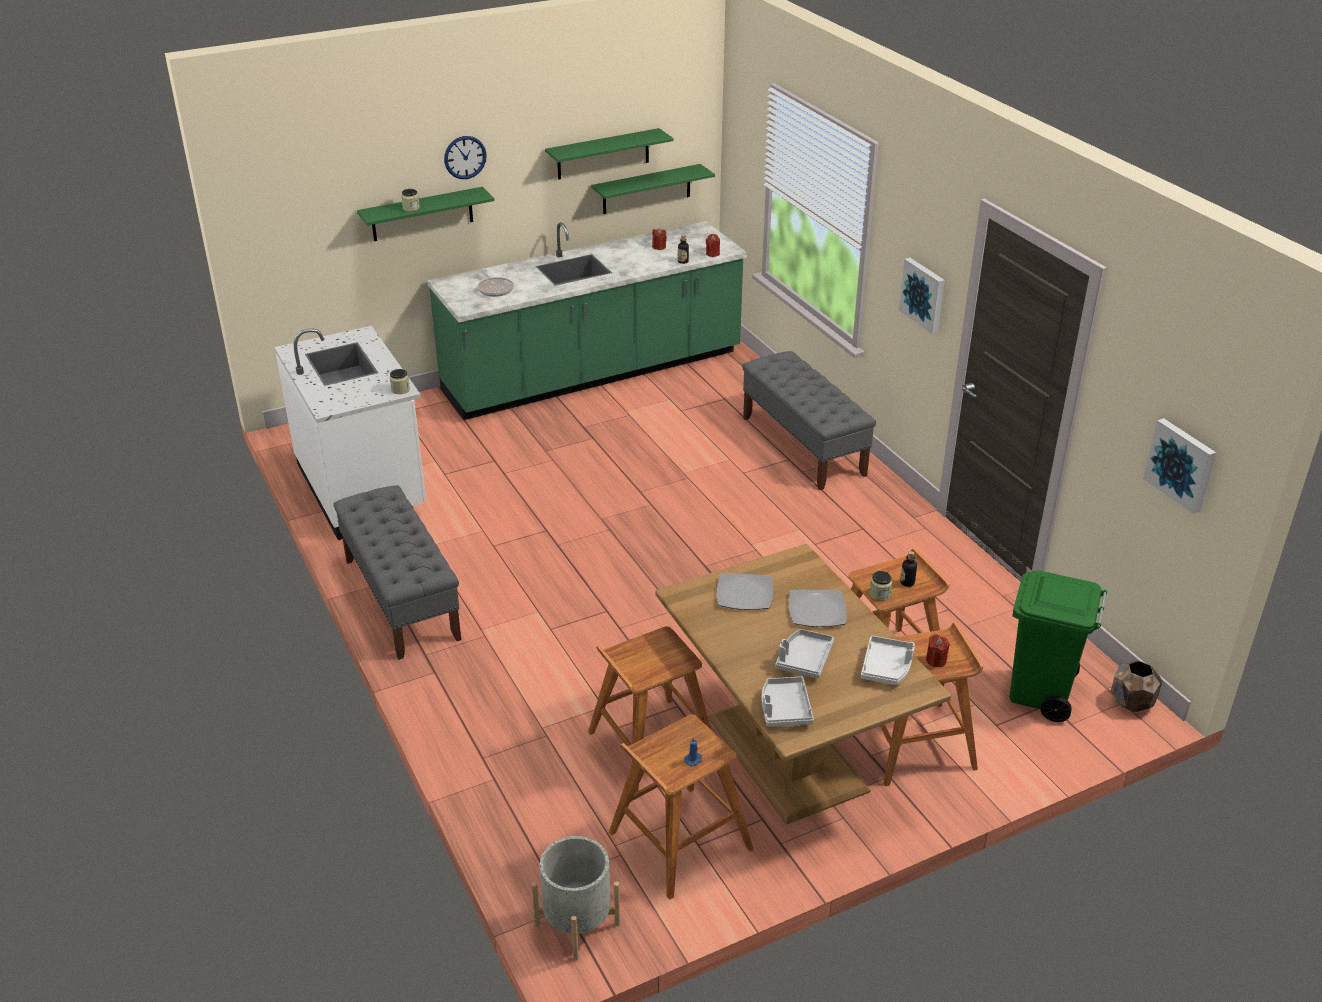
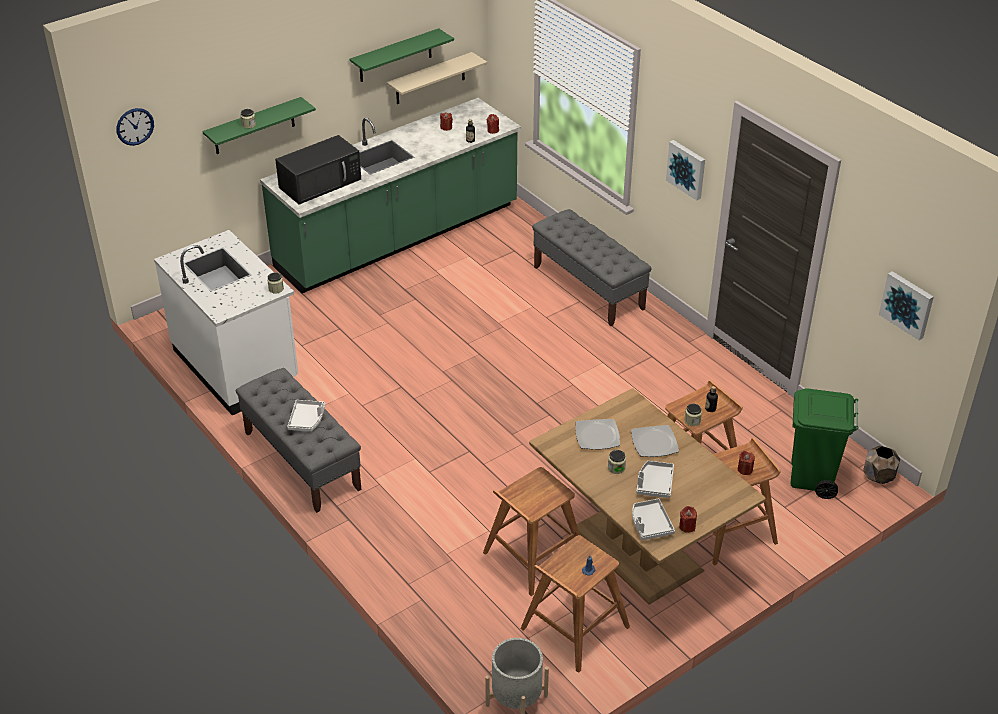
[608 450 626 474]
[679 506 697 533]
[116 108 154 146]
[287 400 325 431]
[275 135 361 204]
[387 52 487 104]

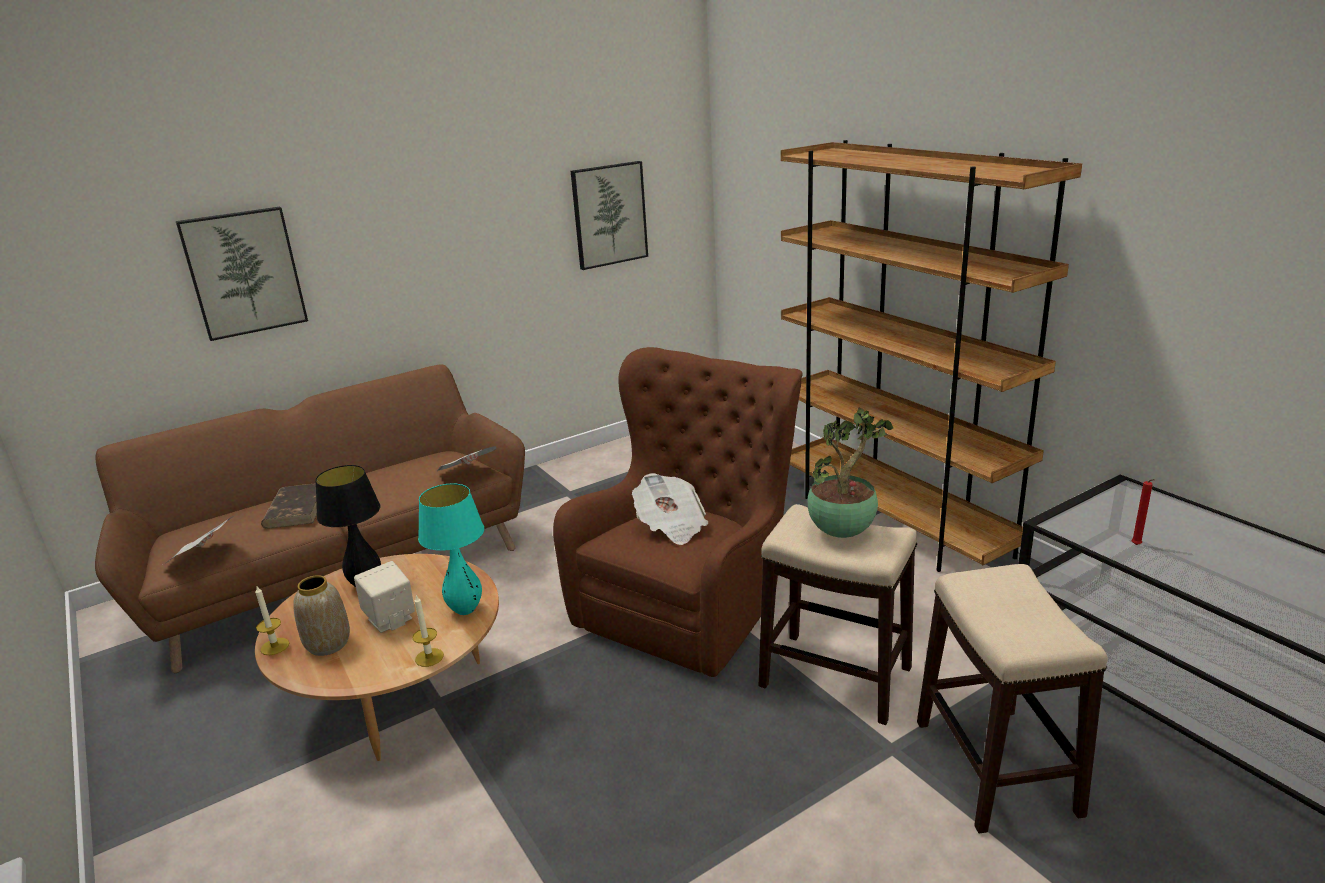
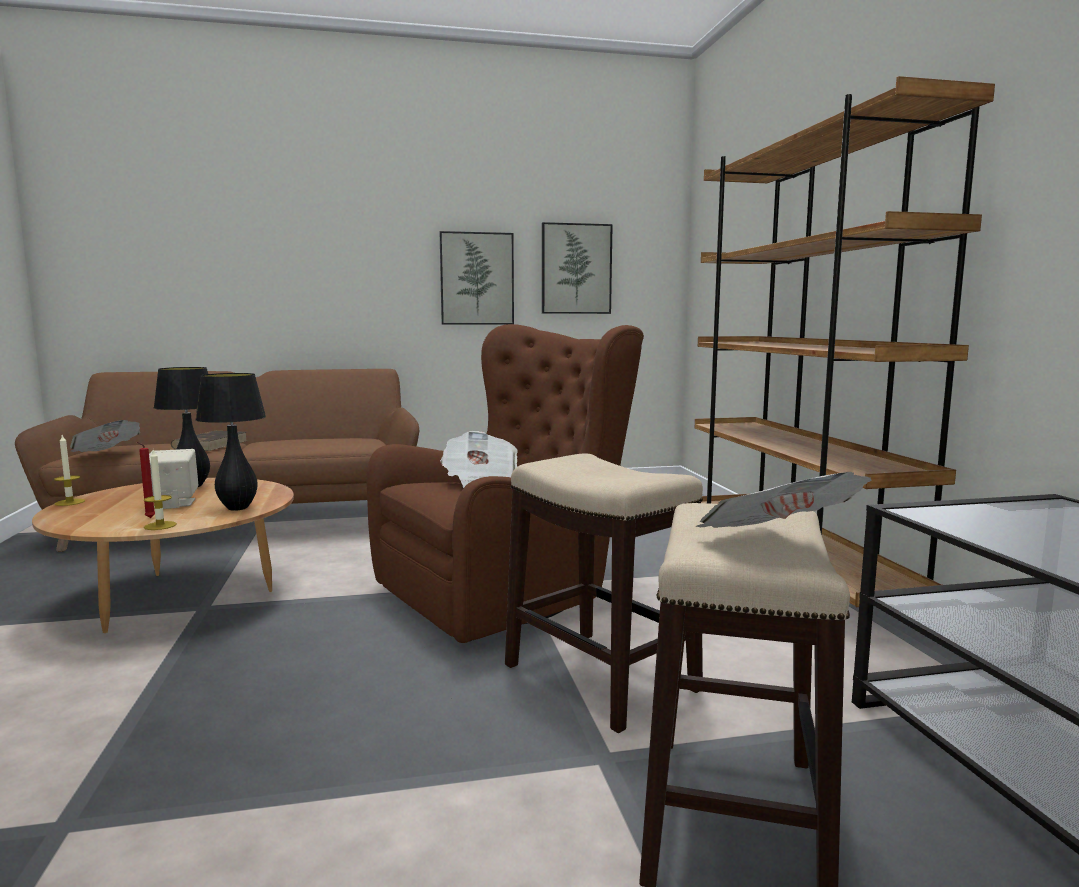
[293 575 350 656] (first image)
[807 407 893 538] (first image)
[440 231 514 325]
[696 472 871 528]
[136 442 155 518]
[195 373 266 511]

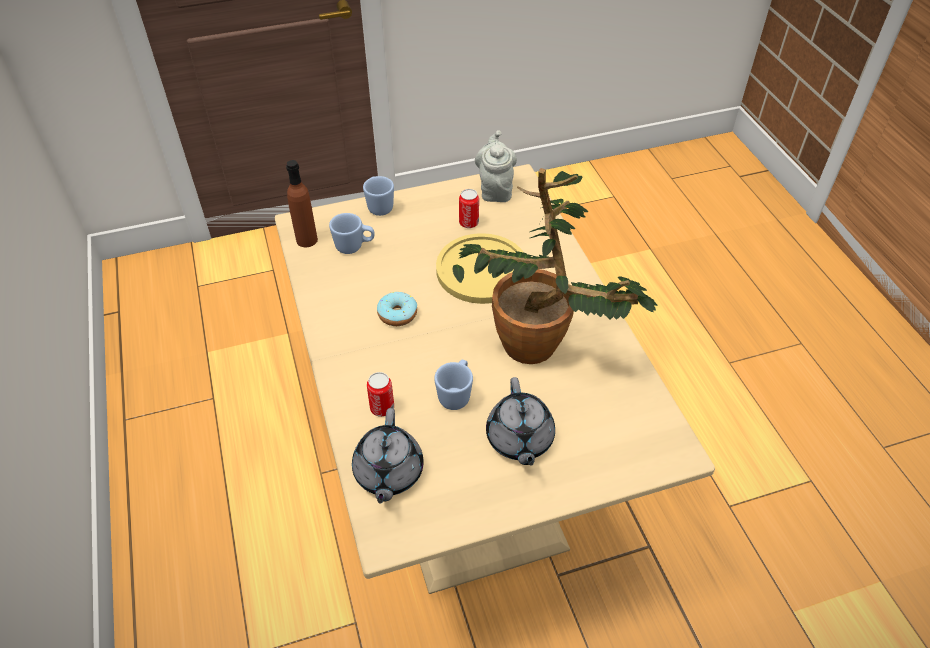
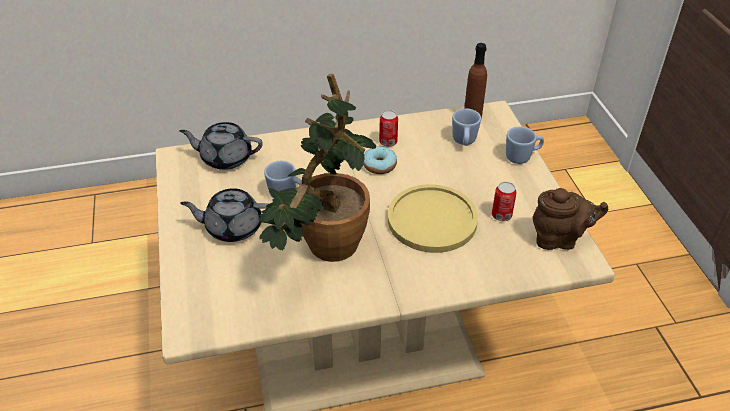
[379 110 398 147]
[533 188 608 250]

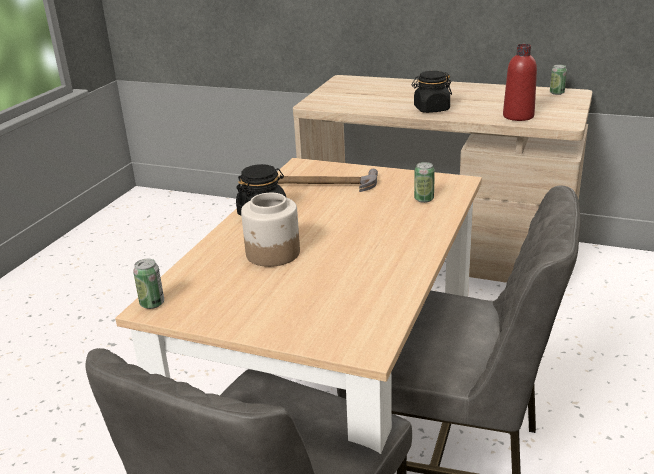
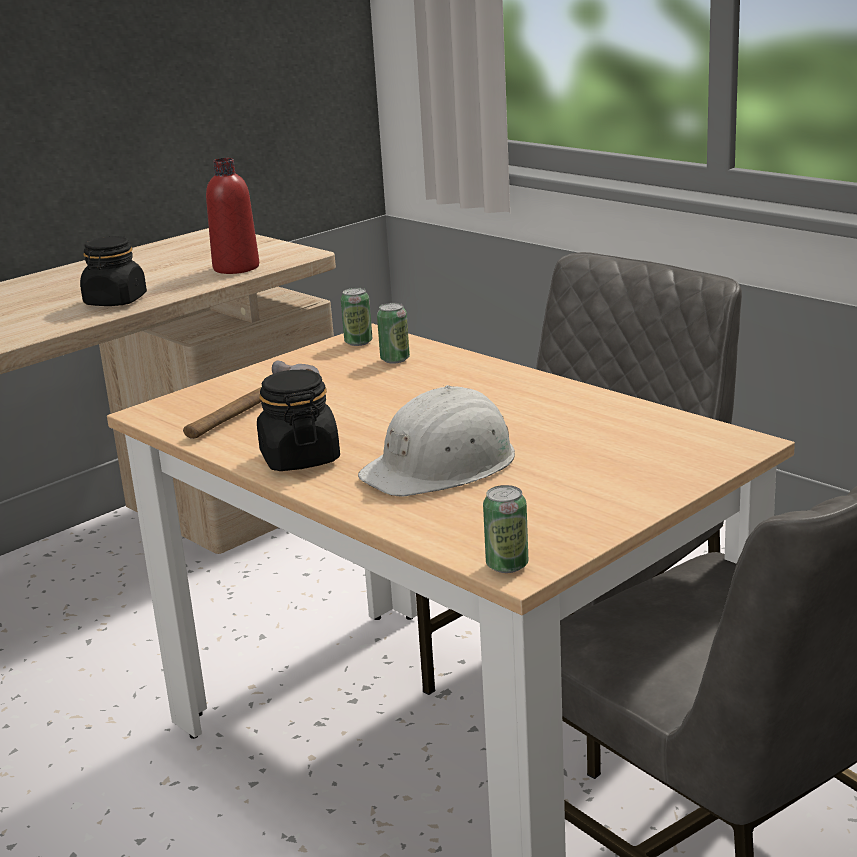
[341 288 372 346]
[358 385 515 496]

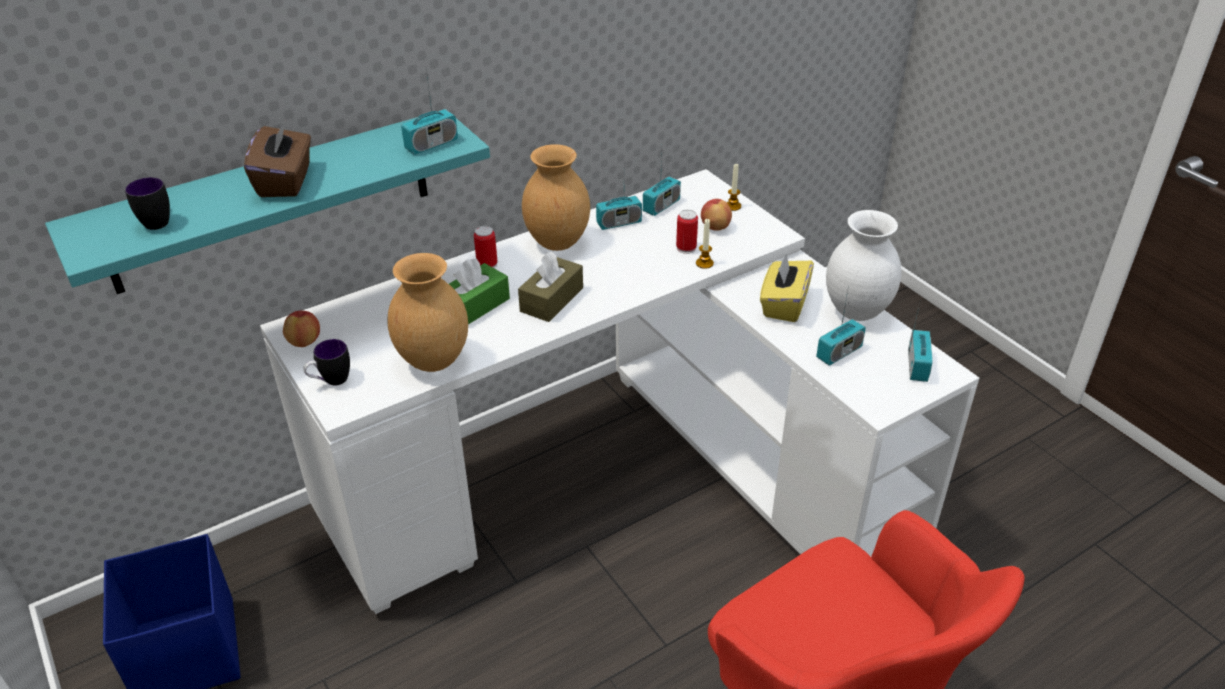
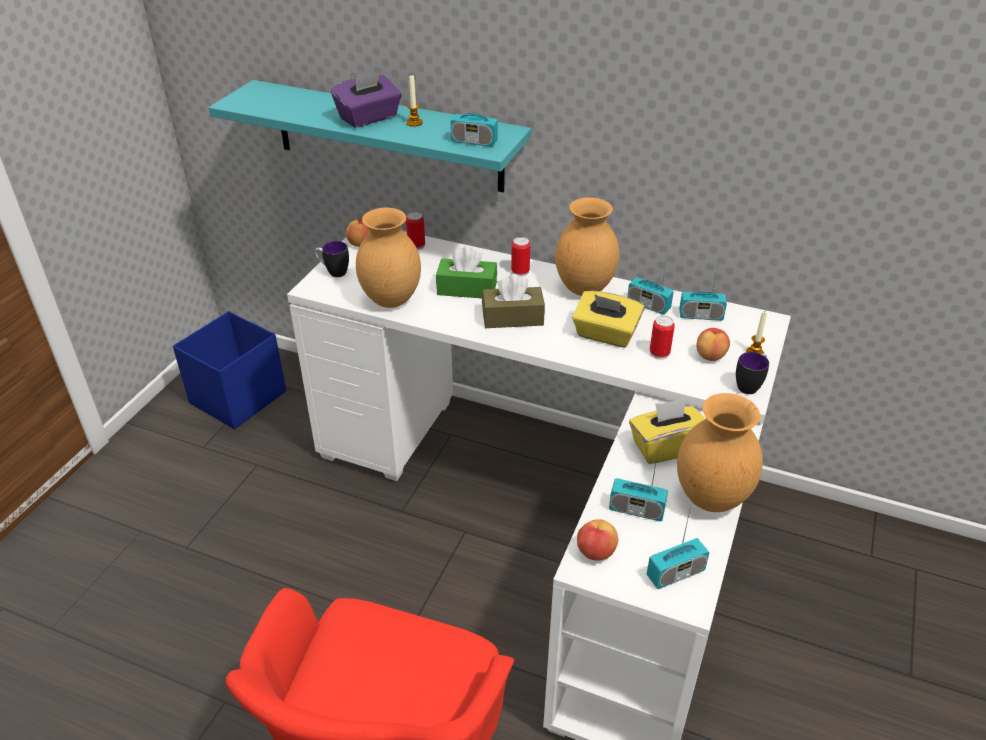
[406 212 425 250]
[572 291 644 348]
[577 519 618 561]
[736 352 769 394]
[406 74 423 127]
[331 72 402 128]
[677 393 763 512]

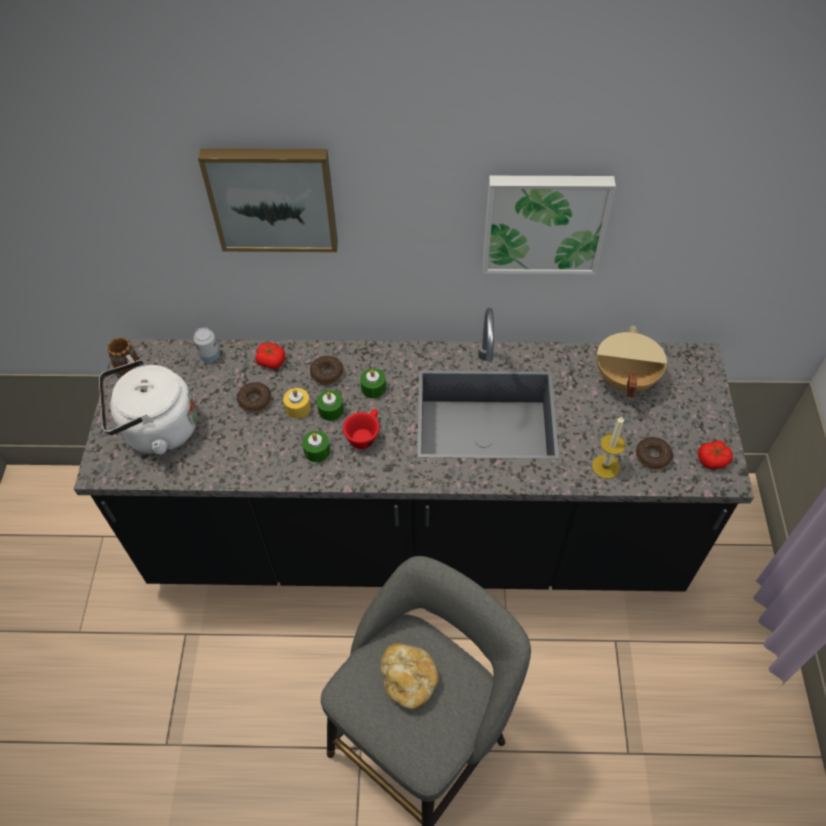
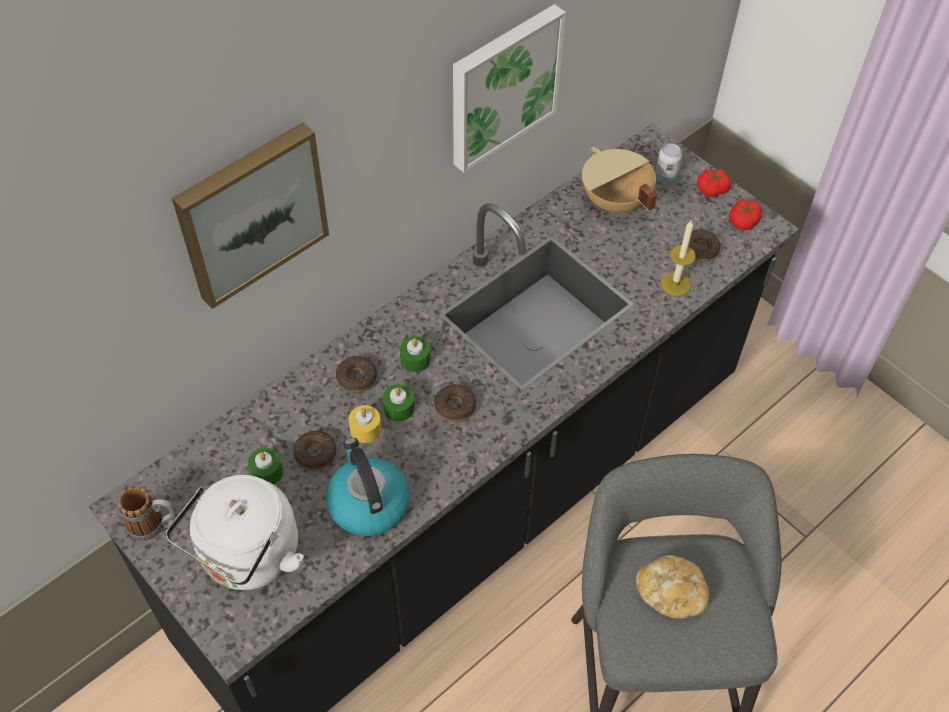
[326 438 410 536]
[655 143 682 184]
[697 169 731 197]
[248 448 283 484]
[434 384 476 422]

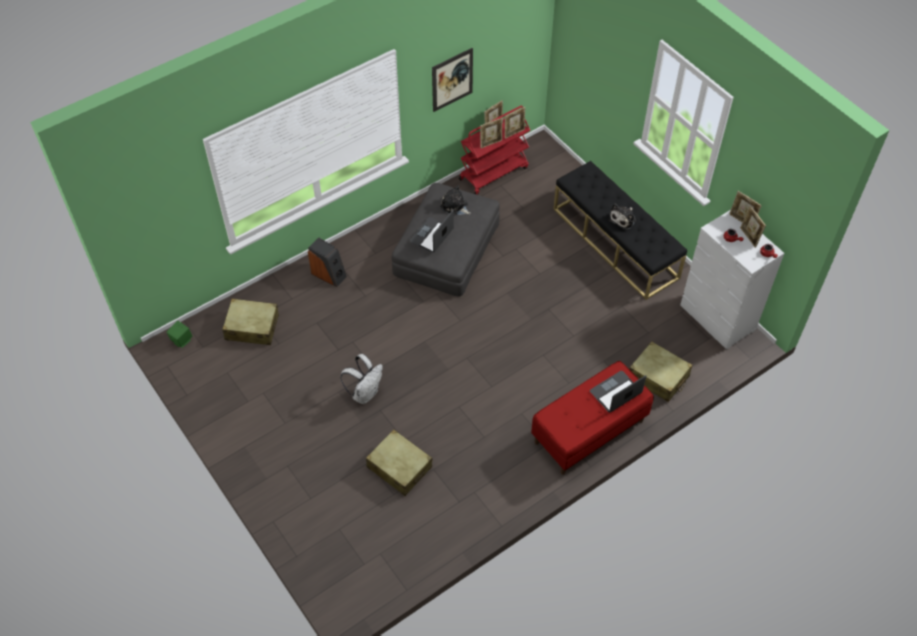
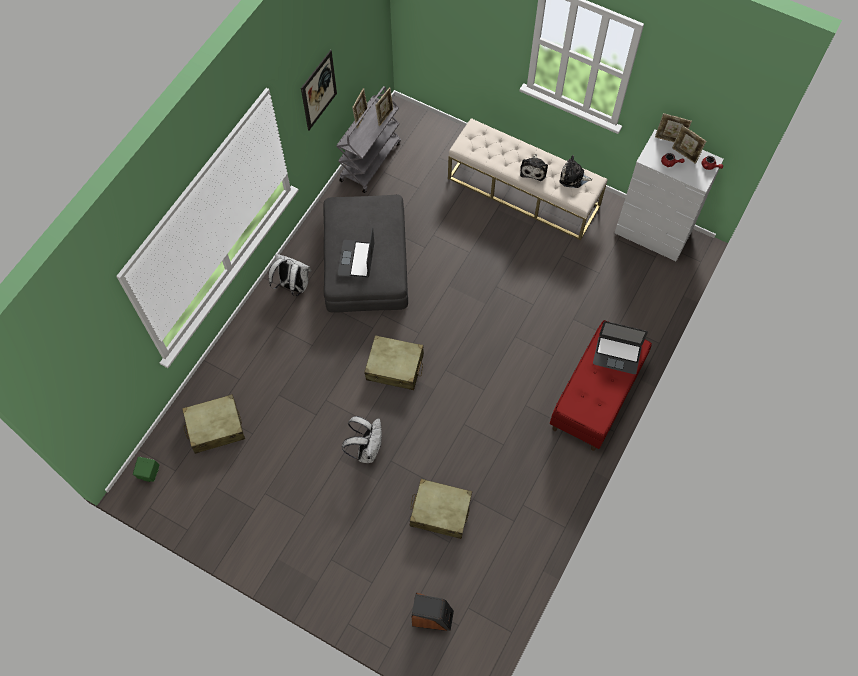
[480 118 502 148] (first image)
[268 254 311 296]
[412 593 454 631]
[560 155 592 188]
[364 335 424 390]
[336 86 401 193]
[448 118 608 240]
[593 321 648 374]

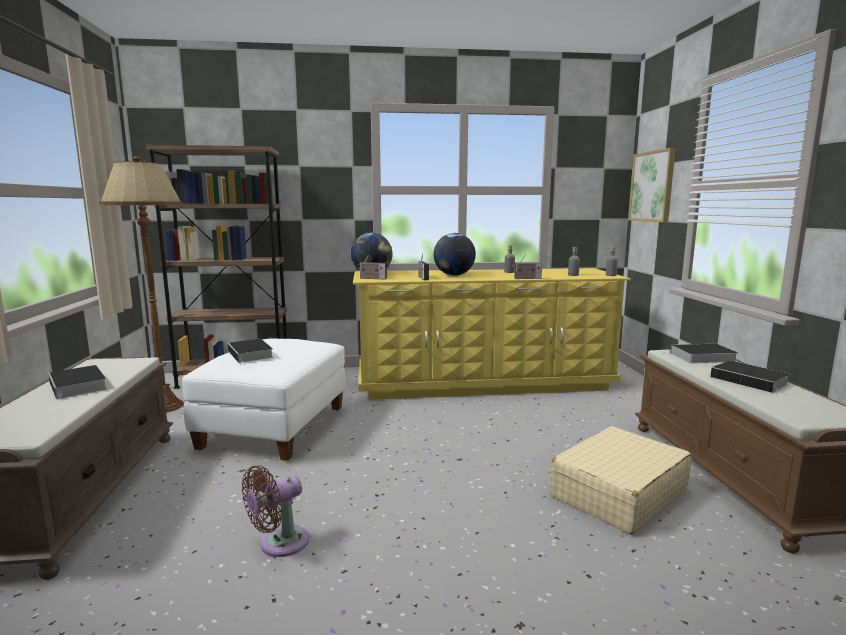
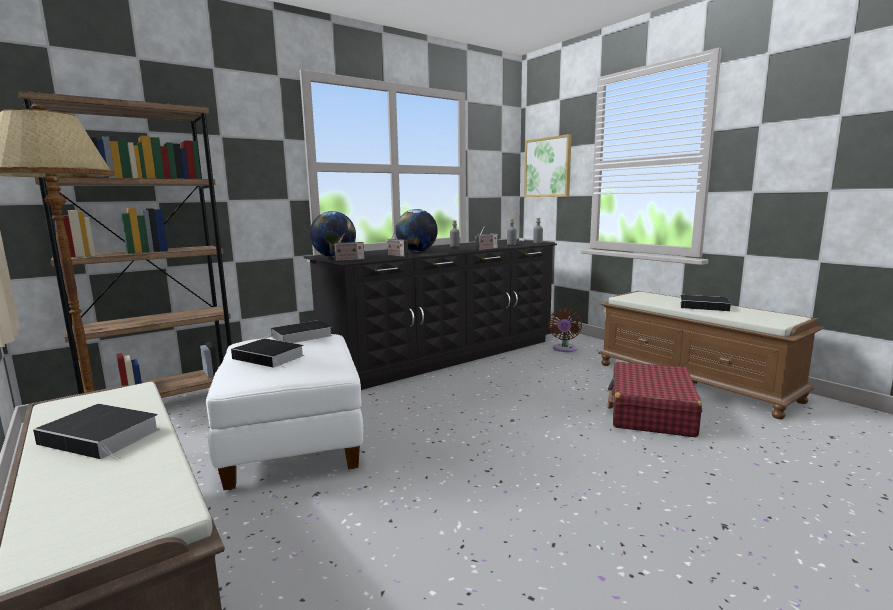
[548 308 582 352]
[262 320 332 343]
[304 240 557 390]
[608 362 702 437]

